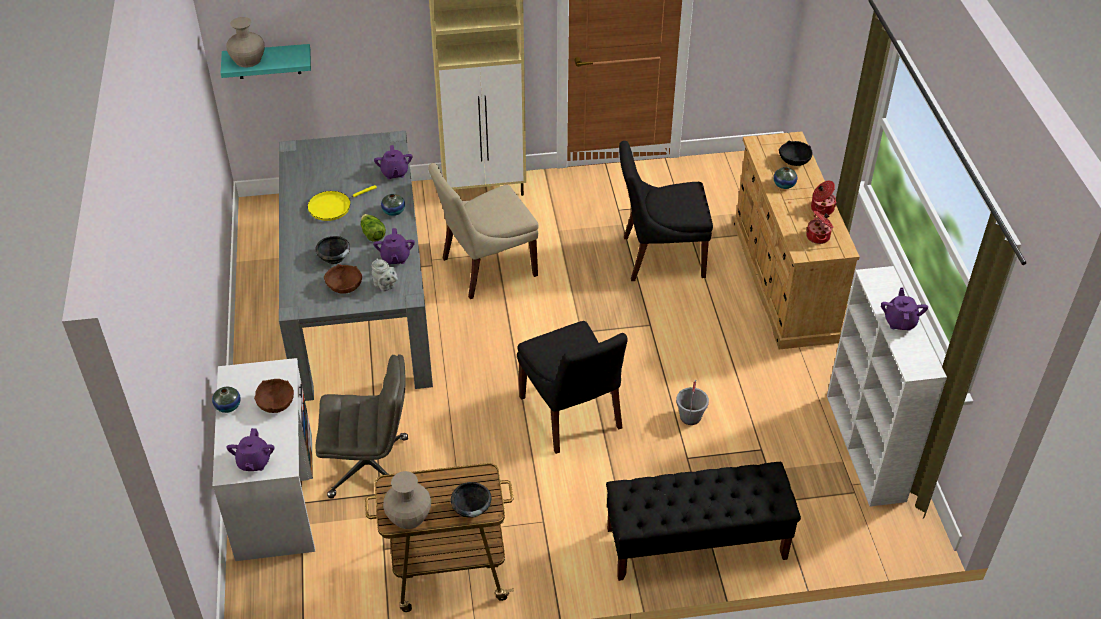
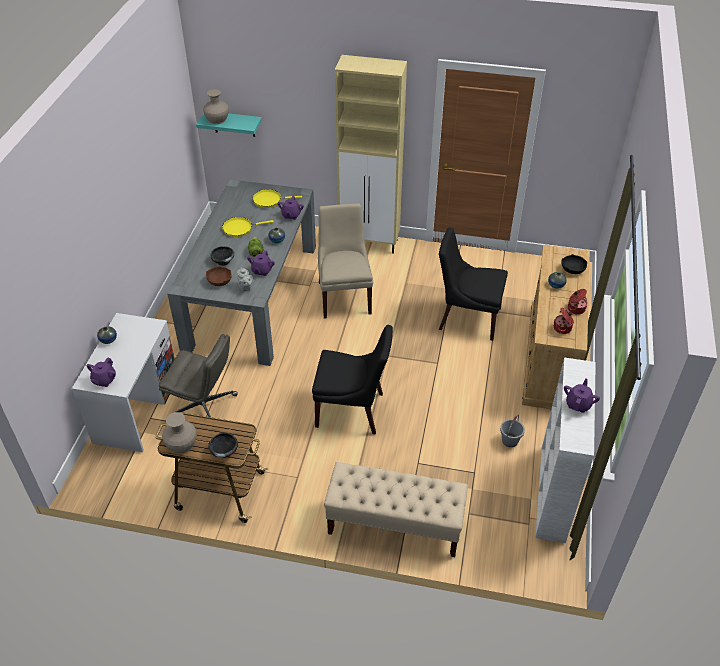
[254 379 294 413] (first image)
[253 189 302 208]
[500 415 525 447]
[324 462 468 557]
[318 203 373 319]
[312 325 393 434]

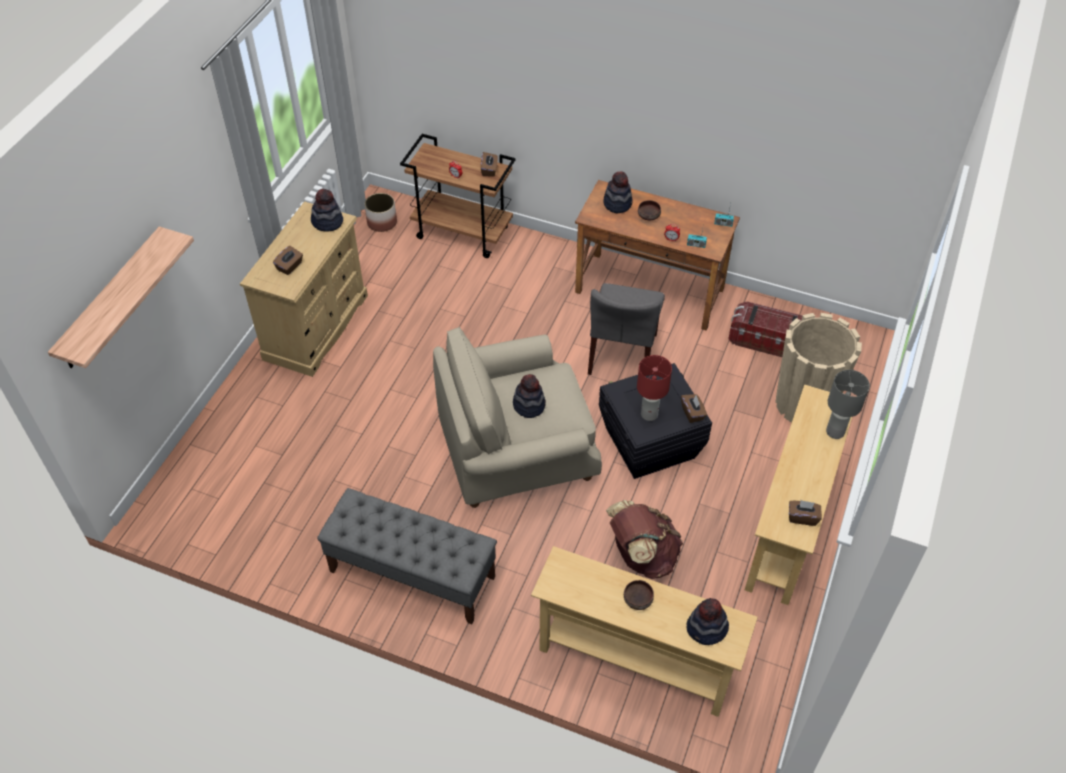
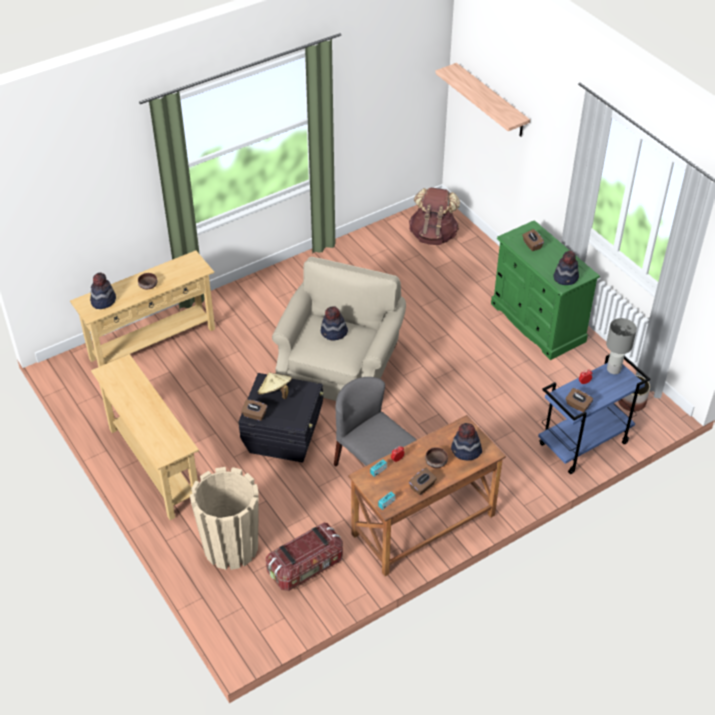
[317 488 497 624] (first image)
[409 188 460 245]
[409 468 437 495]
[606 318 637 374]
[257 372 292 399]
[491 220 600 360]
[538 354 650 474]

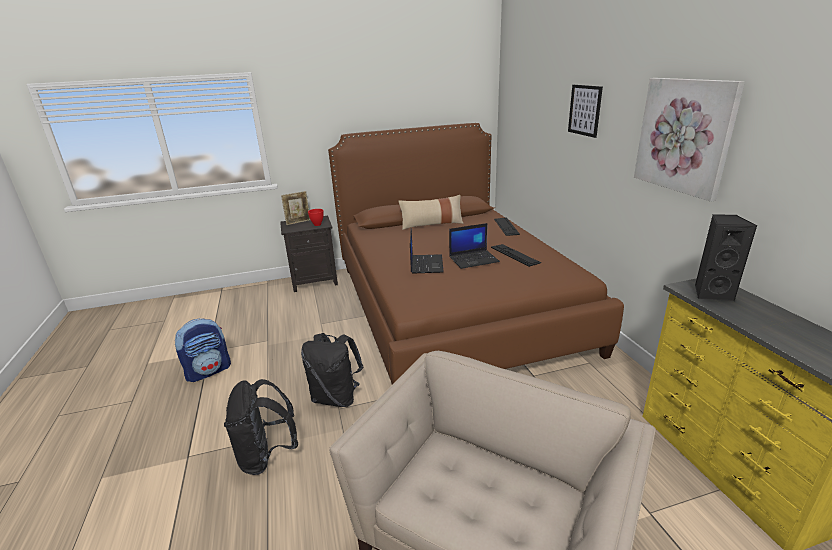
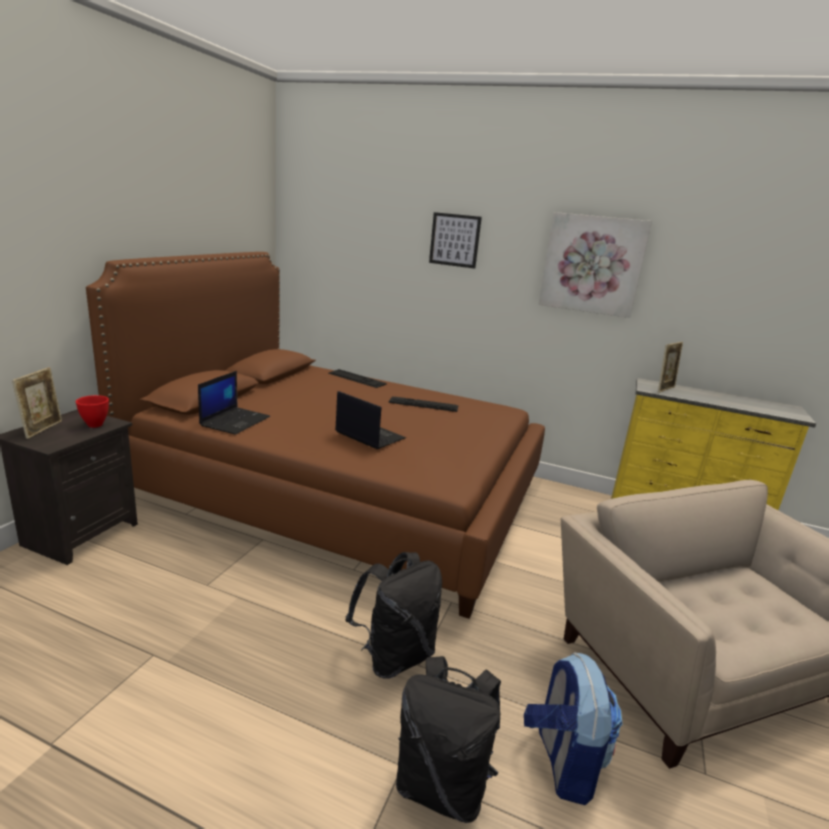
[399 195 464 230] (first image)
[524 652 623 805]
[198 371 270 435]
[658 342 683 393]

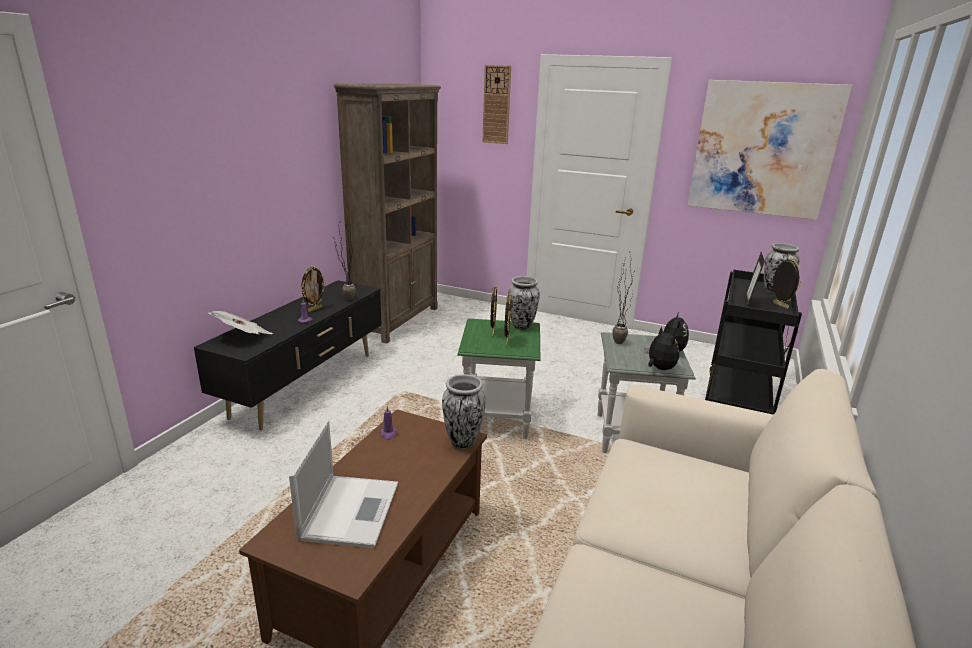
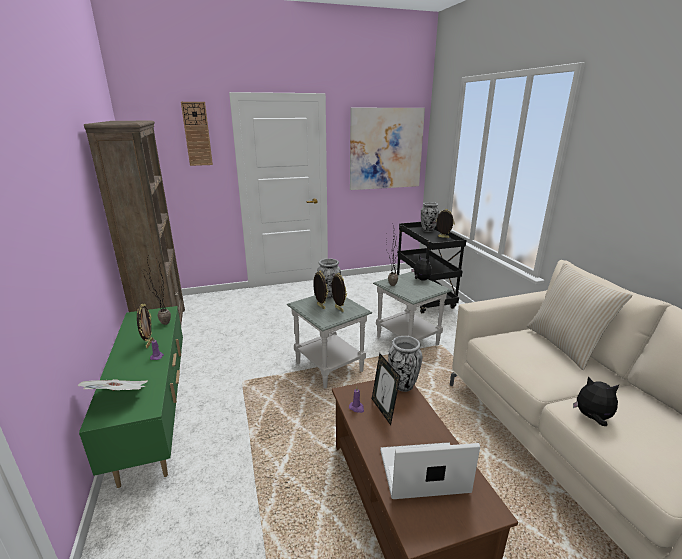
[527 263 632 370]
[573 377 619 426]
[372 353 401 425]
[79 306 183 488]
[287 295 372 388]
[380 442 480 499]

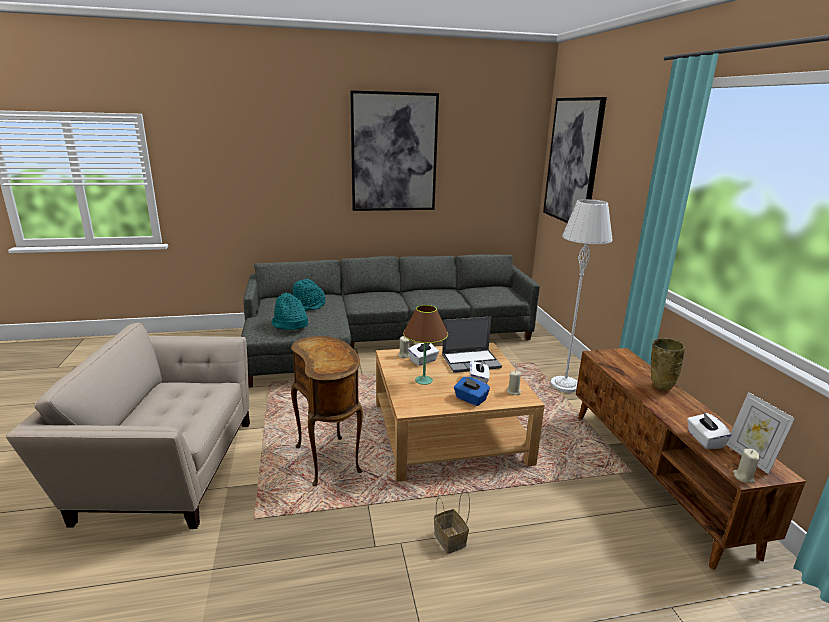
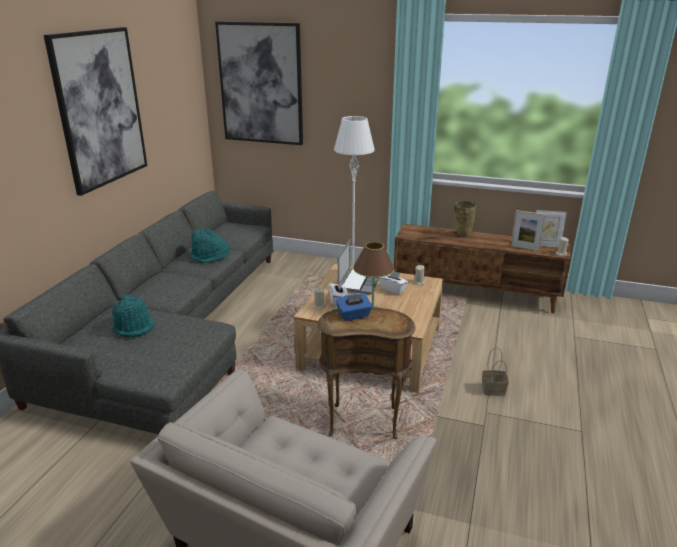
[190 229 229 263]
[336 294 372 321]
[511 210 545 251]

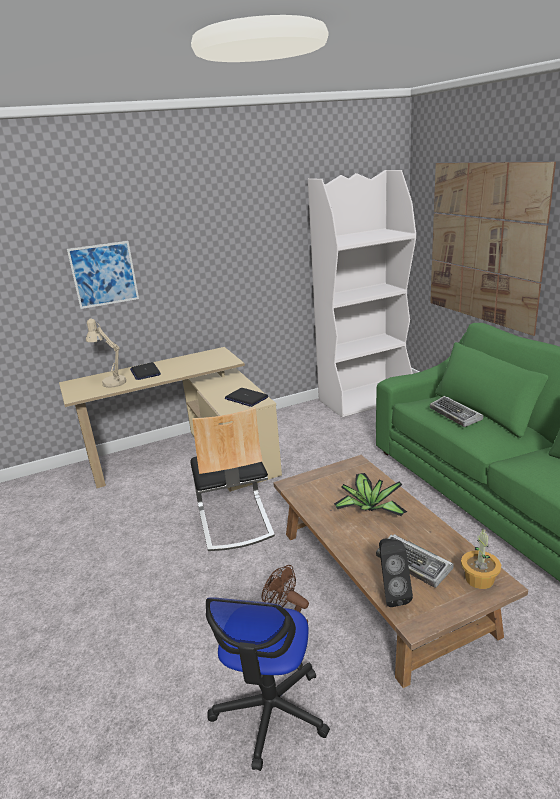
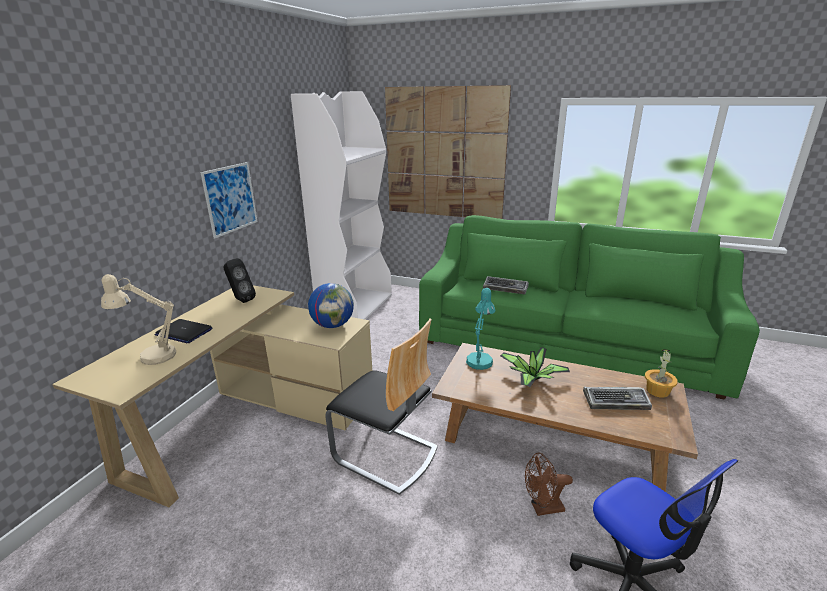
[466 288 496 370]
[200 162 258 238]
[223 258 256 303]
[308 283 354 328]

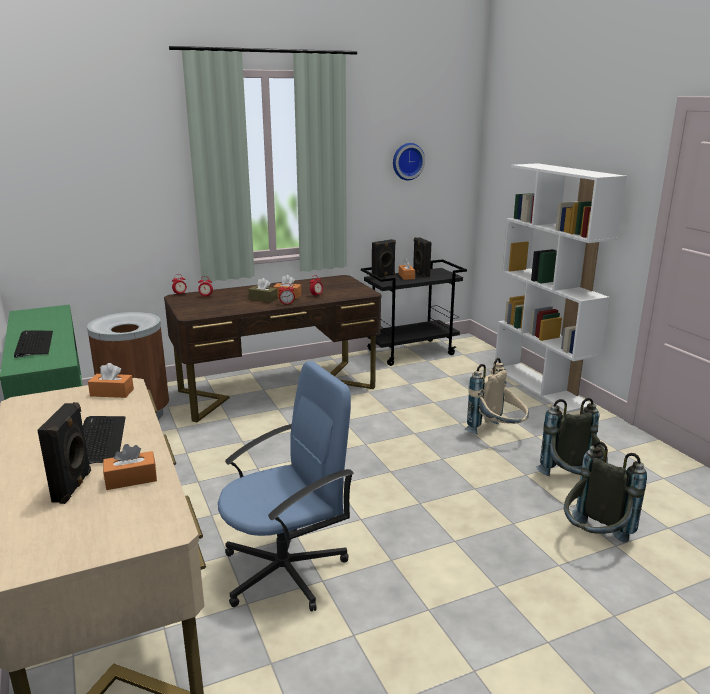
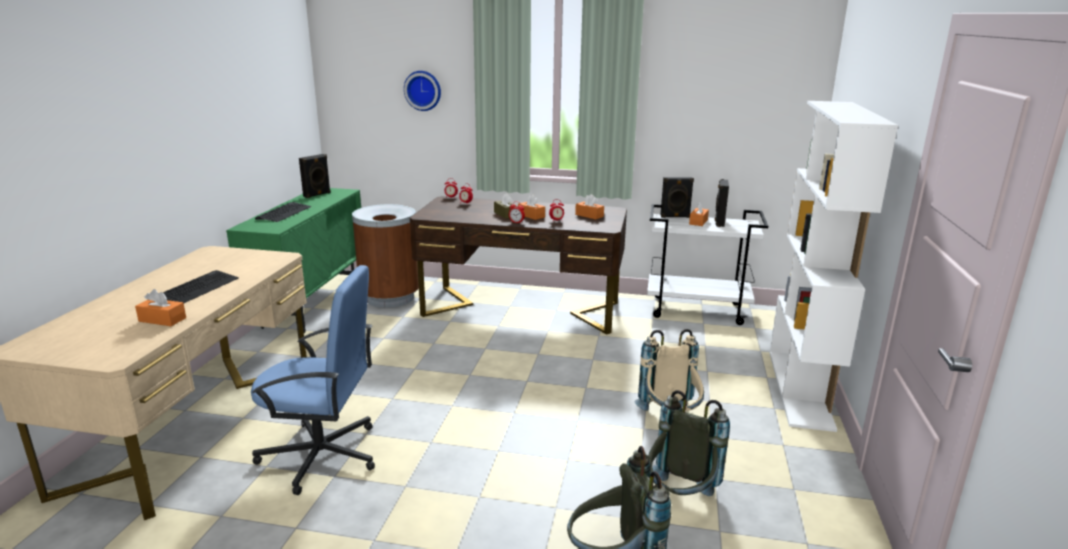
[299 154 331 198]
[575 194 604 220]
[404 71 441 111]
[647 204 768 325]

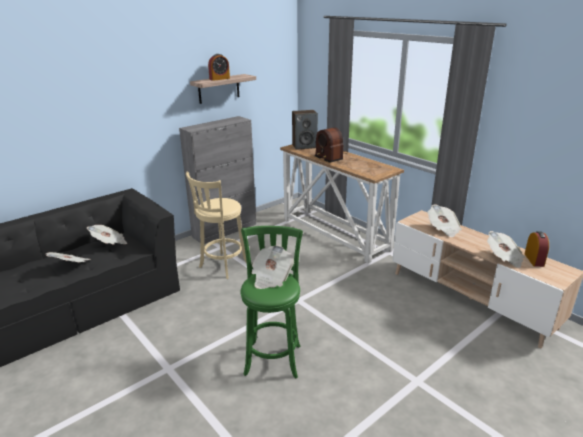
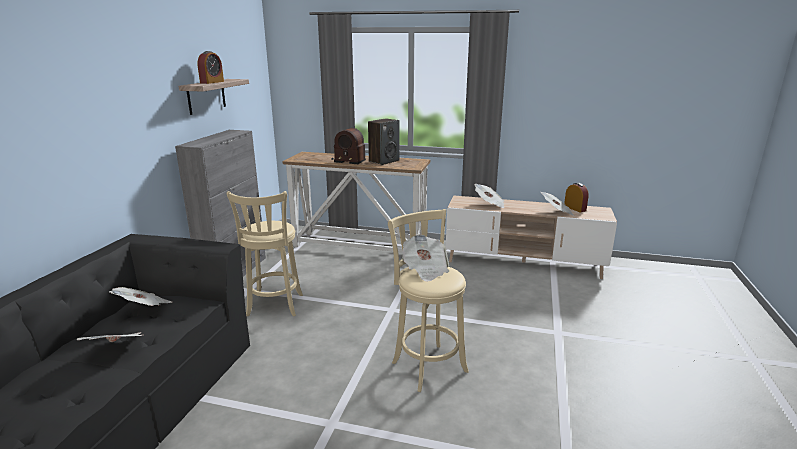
[368 118 400 165]
[388 209 469 392]

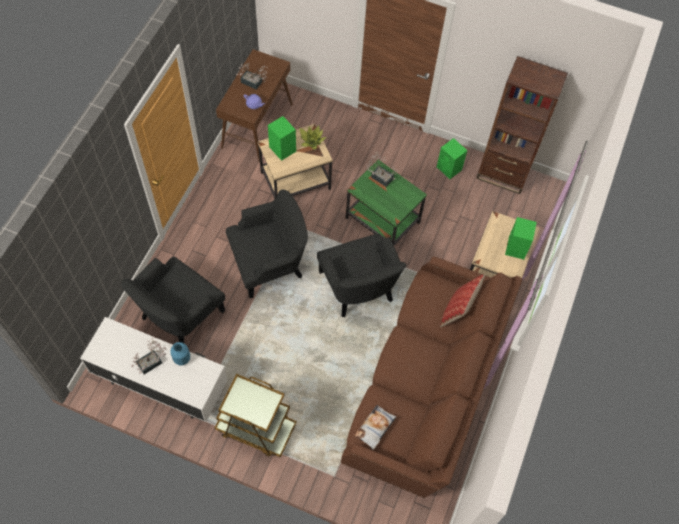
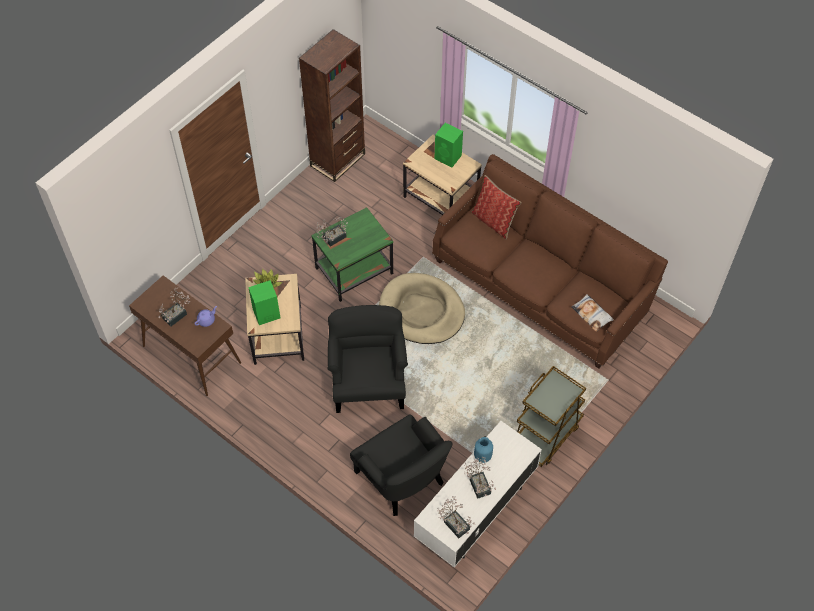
[437 138 468 179] (first image)
[437 496 475 538]
[379 273 465 344]

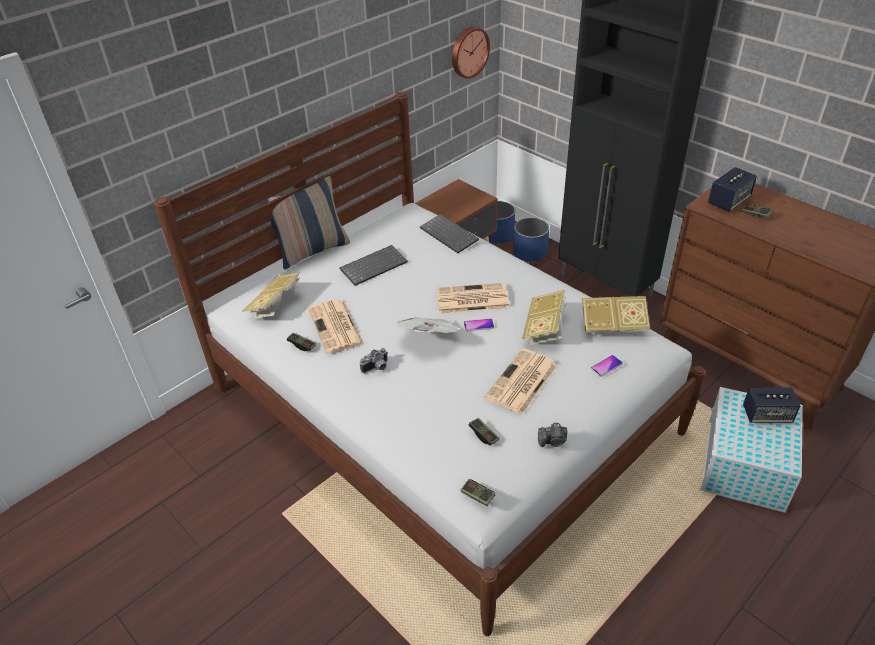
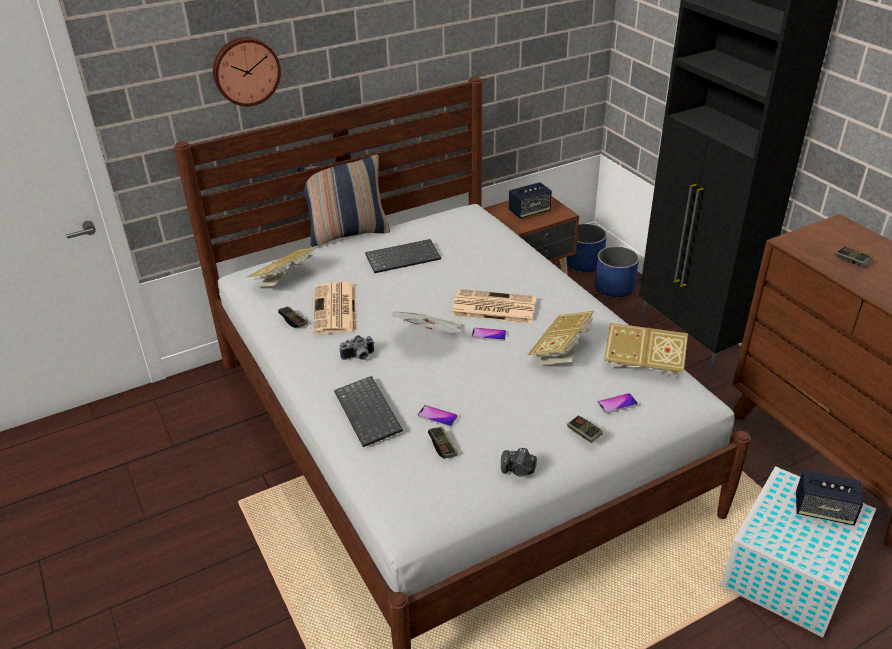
[485 348 557 415] (first image)
[417 405 458 427]
[334 376 403 447]
[213 37 281 107]
[567 416 603 443]
[509 182 552 219]

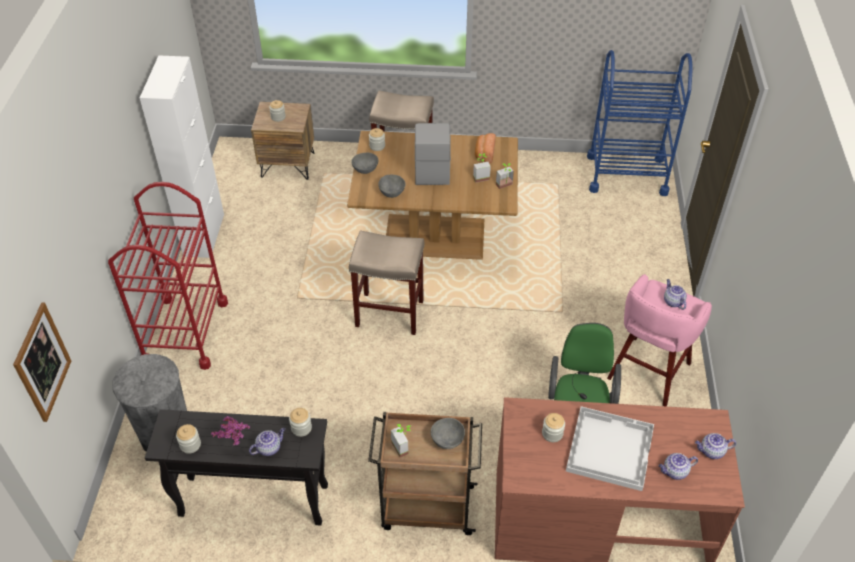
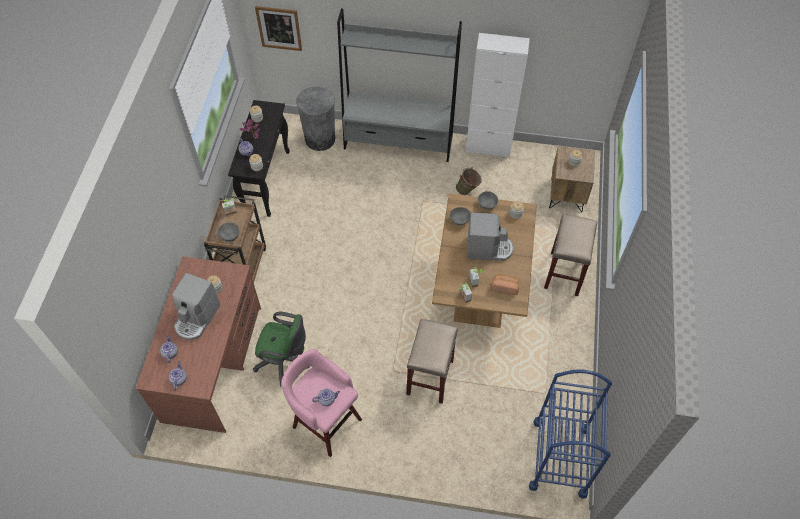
[456 167 482 195]
[406 319 458 404]
[337 8 462 162]
[172 273 220 340]

